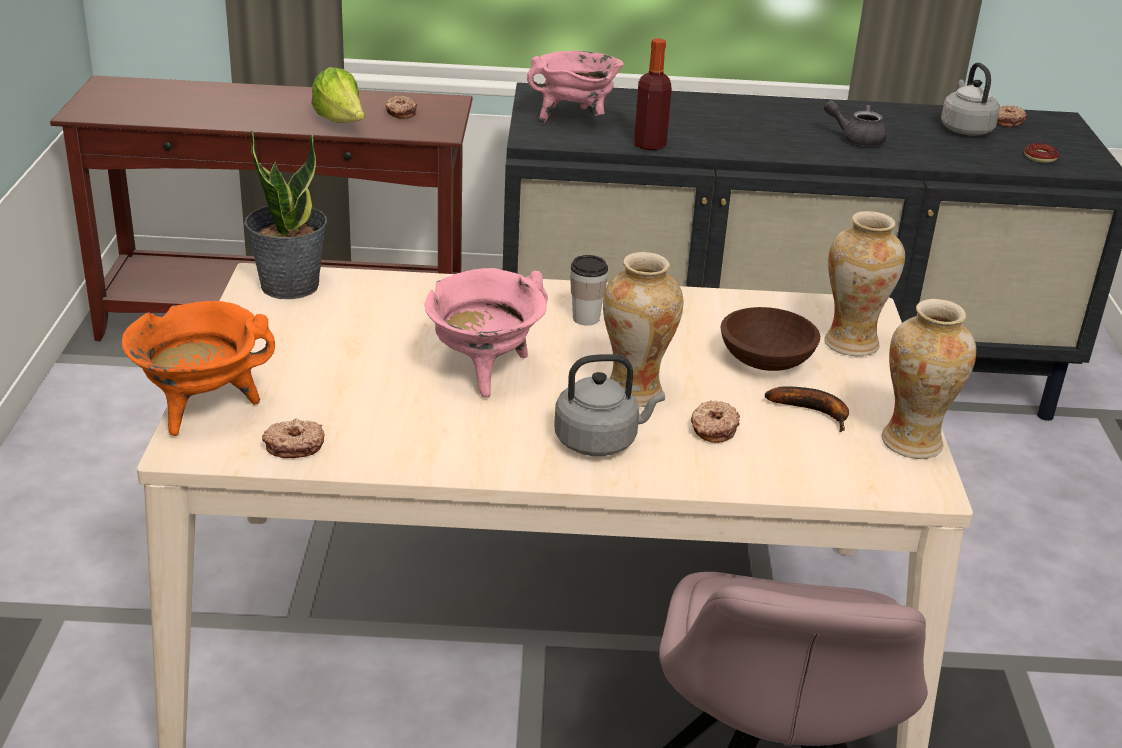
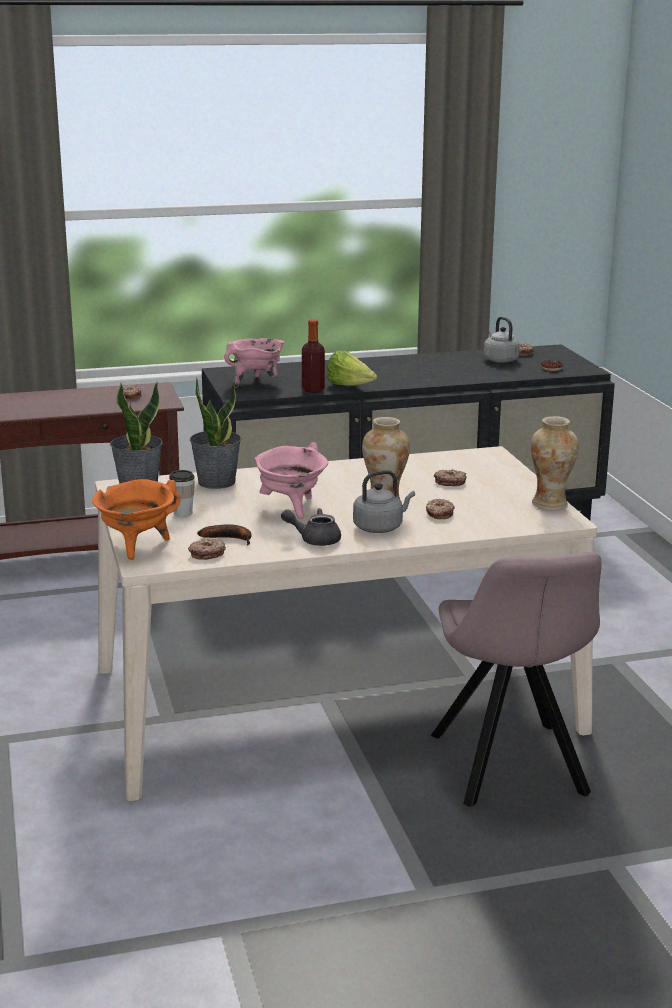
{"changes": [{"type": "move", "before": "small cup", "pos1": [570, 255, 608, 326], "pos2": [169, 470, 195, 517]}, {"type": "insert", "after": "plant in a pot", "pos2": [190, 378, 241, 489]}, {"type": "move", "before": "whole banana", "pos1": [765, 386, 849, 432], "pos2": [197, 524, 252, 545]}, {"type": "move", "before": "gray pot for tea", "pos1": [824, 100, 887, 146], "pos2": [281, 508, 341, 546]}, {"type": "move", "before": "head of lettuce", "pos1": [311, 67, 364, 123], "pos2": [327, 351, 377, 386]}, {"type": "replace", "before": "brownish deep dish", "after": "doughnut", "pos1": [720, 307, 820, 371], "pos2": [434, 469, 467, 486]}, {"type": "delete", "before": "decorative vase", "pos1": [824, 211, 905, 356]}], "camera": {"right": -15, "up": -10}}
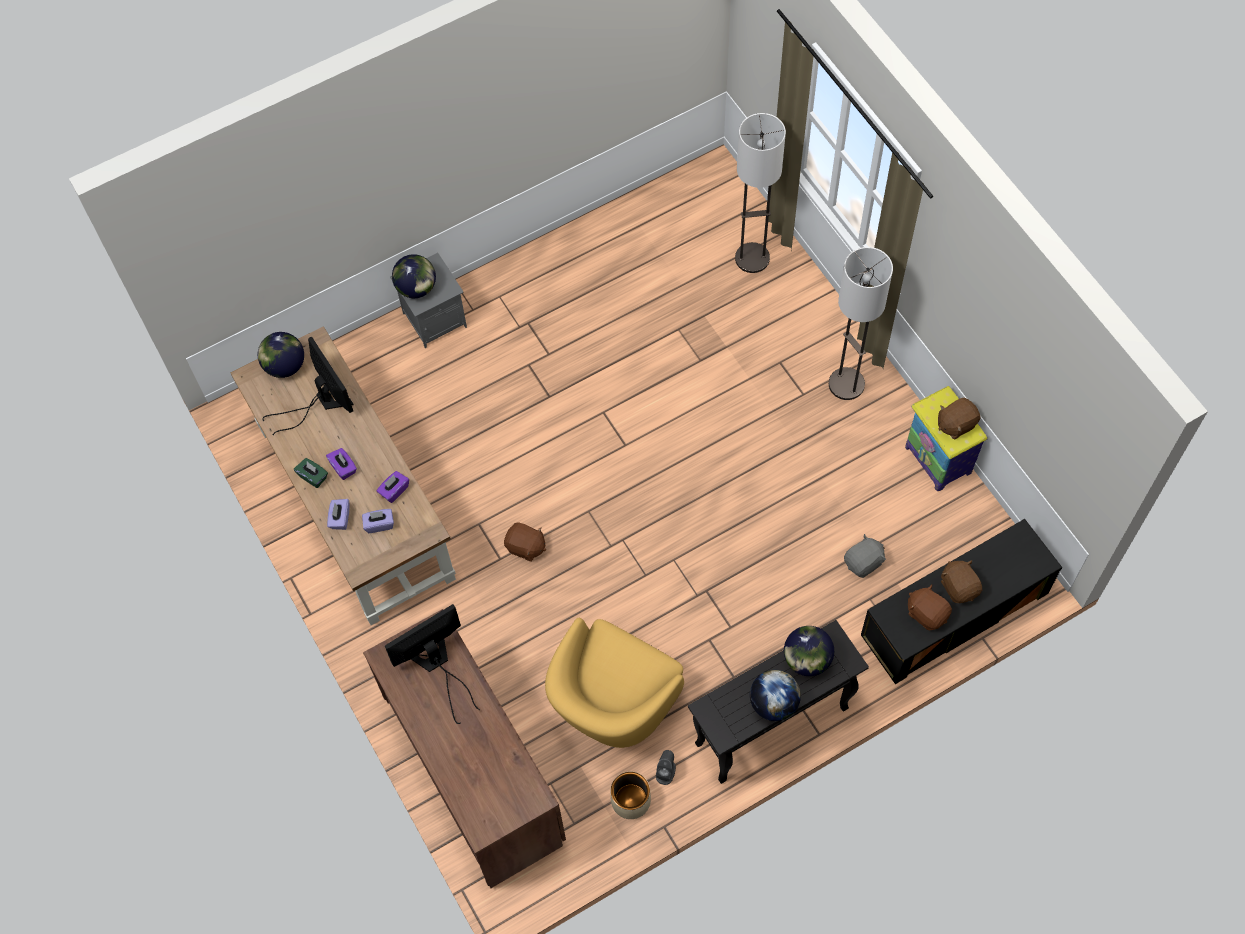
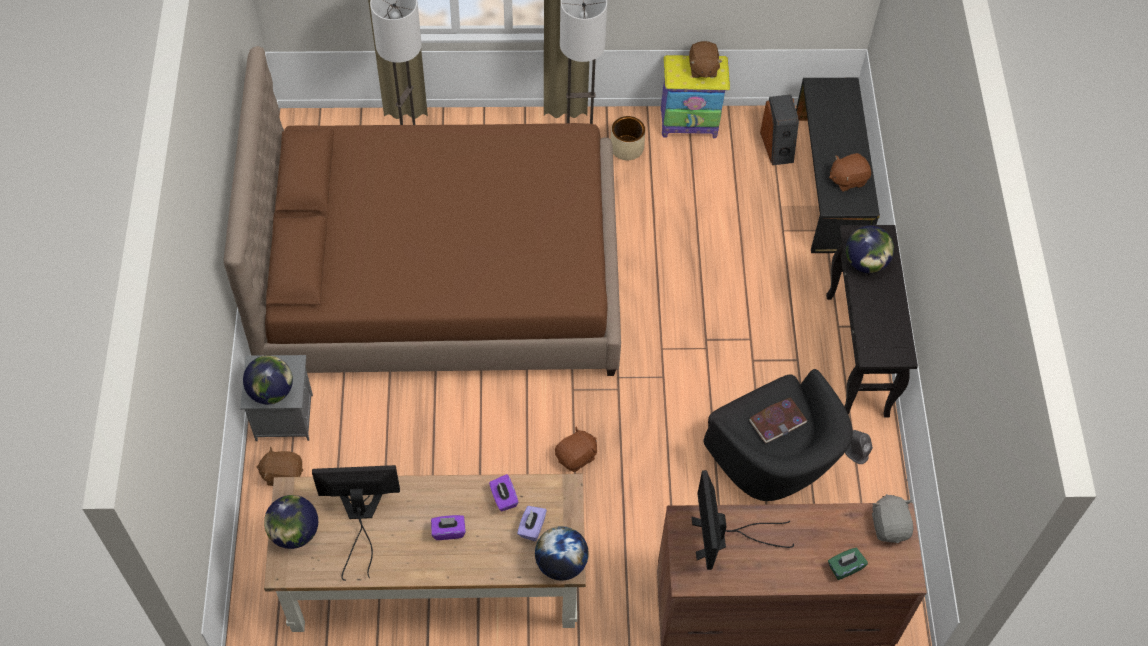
{"changes": [{"type": "insert", "after": "brownish bedroom bed", "pos2": [223, 46, 621, 376]}, {"type": "move", "before": "brownish soft toy", "pos1": [941, 560, 982, 603], "pos2": [257, 447, 303, 486]}, {"type": "move", "before": "desk globe", "pos1": [750, 670, 801, 721], "pos2": [535, 526, 589, 580]}, {"type": "move", "before": "sand-coloured planter", "pos1": [610, 772, 651, 819], "pos2": [611, 116, 645, 160]}, {"type": "recolor", "before": "yellow lounge chair", "after": "black lounge chair", "pos1": [545, 618, 684, 748], "pos2": [703, 369, 853, 501]}, {"type": "insert", "after": "book", "pos2": [749, 397, 807, 443]}, {"type": "insert", "after": "audio speaker", "pos2": [760, 94, 799, 165]}, {"type": "move", "before": "greenish box of tissues", "pos1": [294, 458, 328, 488], "pos2": [828, 548, 868, 580]}, {"type": "move", "before": "gray soft toy", "pos1": [844, 534, 886, 578], "pos2": [872, 494, 913, 543]}, {"type": "delete", "before": "purple-coloured box of tissues", "pos1": [327, 499, 350, 530]}], "camera": {"right": -65, "up": -5}}
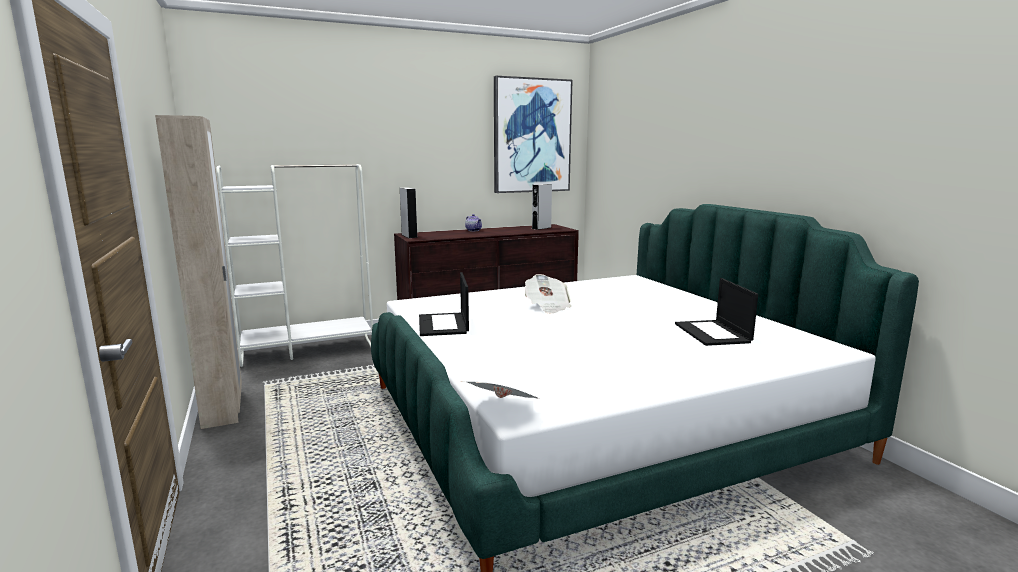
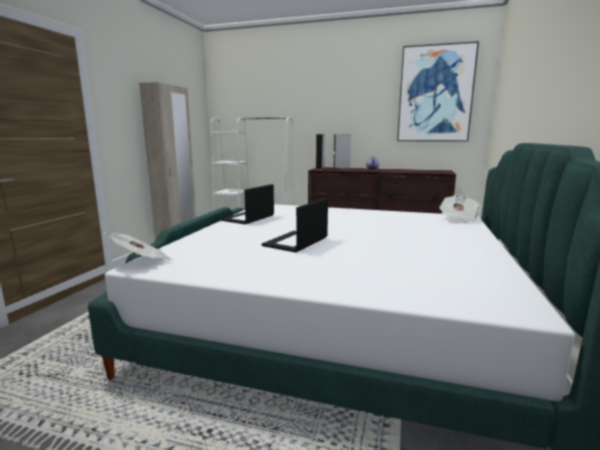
{"changes": [{"type": "move", "before": "portable computer", "pos1": [675, 278, 758, 346], "pos2": [261, 198, 328, 253]}, {"type": "move", "before": "gray audio speaker", "pos1": [532, 184, 552, 230], "pos2": [333, 134, 351, 169]}, {"type": "move", "before": "printed paper", "pos1": [525, 274, 571, 314], "pos2": [439, 194, 481, 224]}], "camera": {"right": 40, "up": 0}}
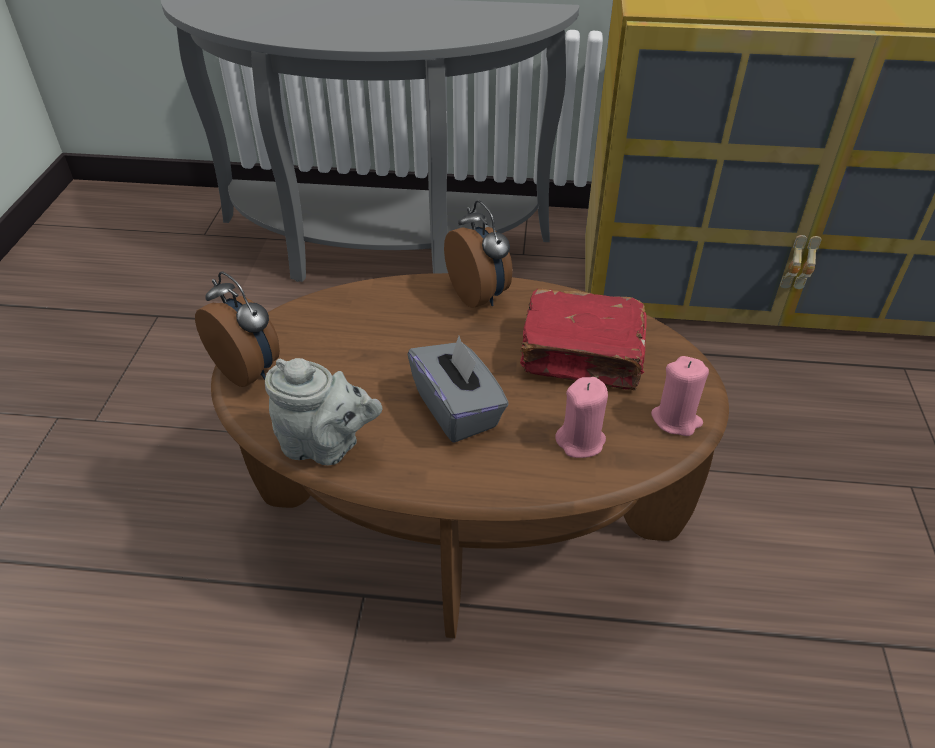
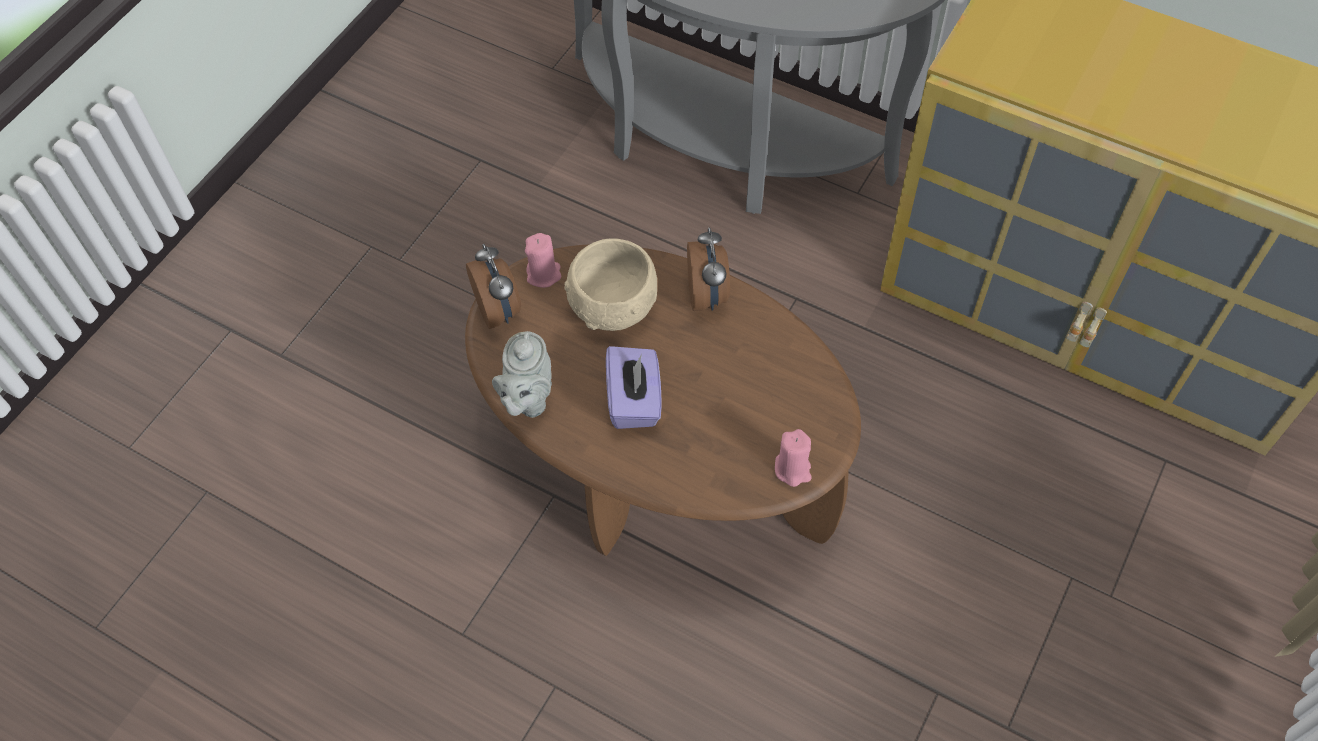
{"changes": [{"type": "rotate", "before": "gray pot for tea", "pos1": [265, 358, 382, 466], "pos2": [492, 331, 552, 418], "turn": 60}, {"type": "move", "before": "pink-coloured candle", "pos1": [555, 377, 608, 458], "pos2": [525, 233, 561, 288]}, {"type": "insert", "after": "sand-coloured deep dish", "pos2": [564, 239, 657, 331]}, {"type": "recolor", "before": "gray box of tissues", "after": "purple-coloured box of tissues", "pos1": [408, 336, 509, 443], "pos2": [606, 346, 662, 429]}, {"type": "delete", "before": "red-coloured book", "pos1": [520, 288, 647, 390]}], "camera": {"right": 25, "up": 15}}
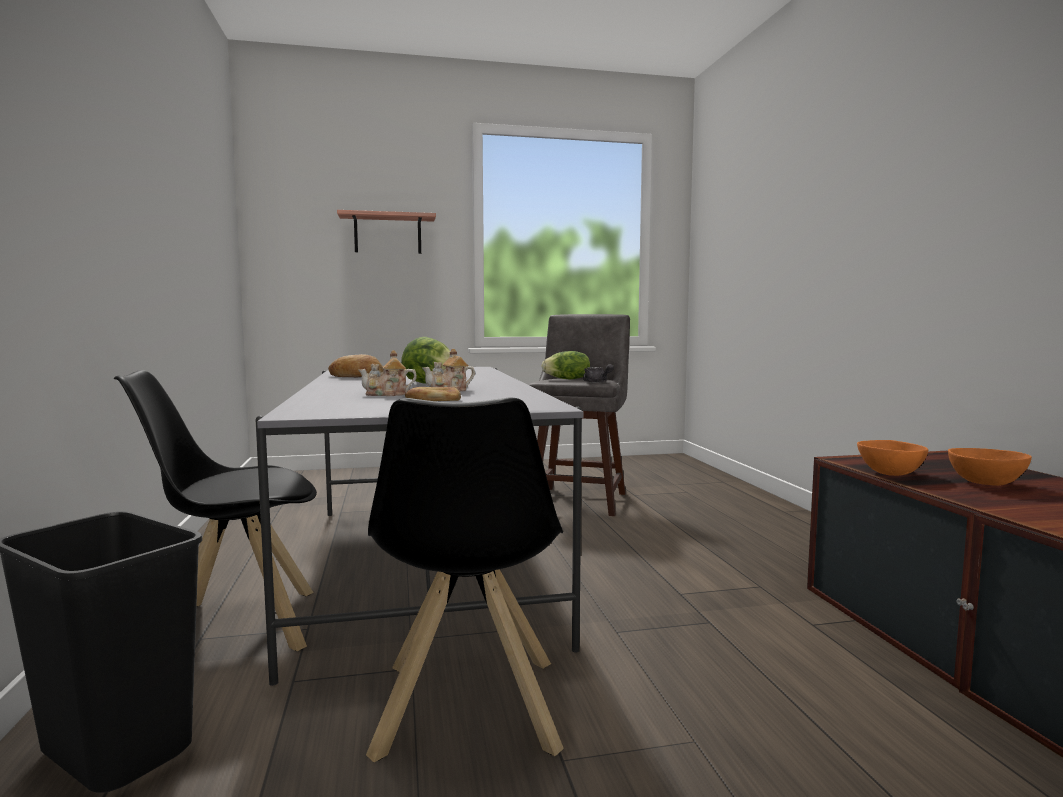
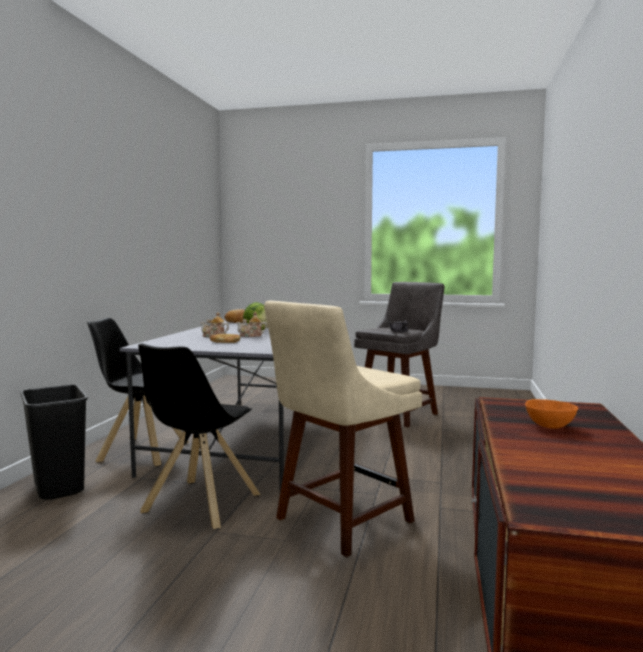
{"changes": [{"type": "insert", "after": "sand-coloured sitting stool", "pos2": [264, 301, 422, 557]}, {"type": "delete", "before": "wall shelf", "pos1": [337, 210, 436, 254]}, {"type": "delete", "before": "head of lettuce", "pos1": [542, 351, 590, 379]}, {"type": "delete", "before": "orange-coloured deep dish", "pos1": [857, 440, 928, 476]}], "camera": {"right": 25, "up": 0}}
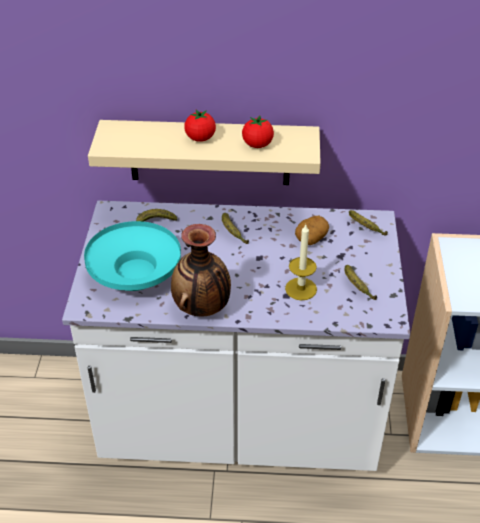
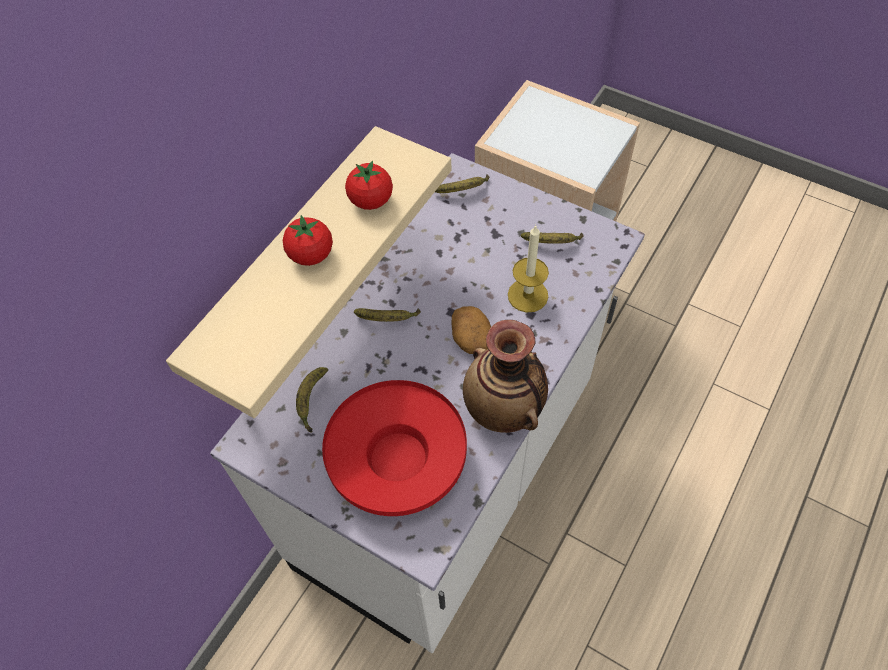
{"changes": [{"type": "recolor", "before": "blue-green deep dish", "after": "red-coloured deep dish", "pos1": [84, 221, 181, 291], "pos2": [322, 380, 467, 516]}, {"type": "move", "before": "whole potato", "pos1": [295, 216, 329, 245], "pos2": [452, 306, 491, 354]}], "camera": {"right": -60, "up": 15}}
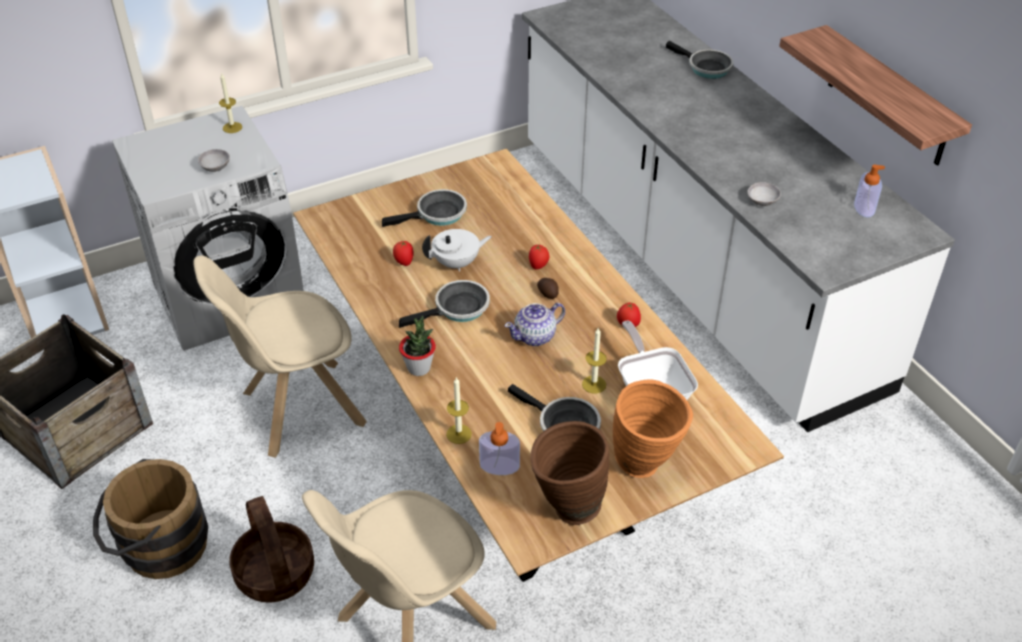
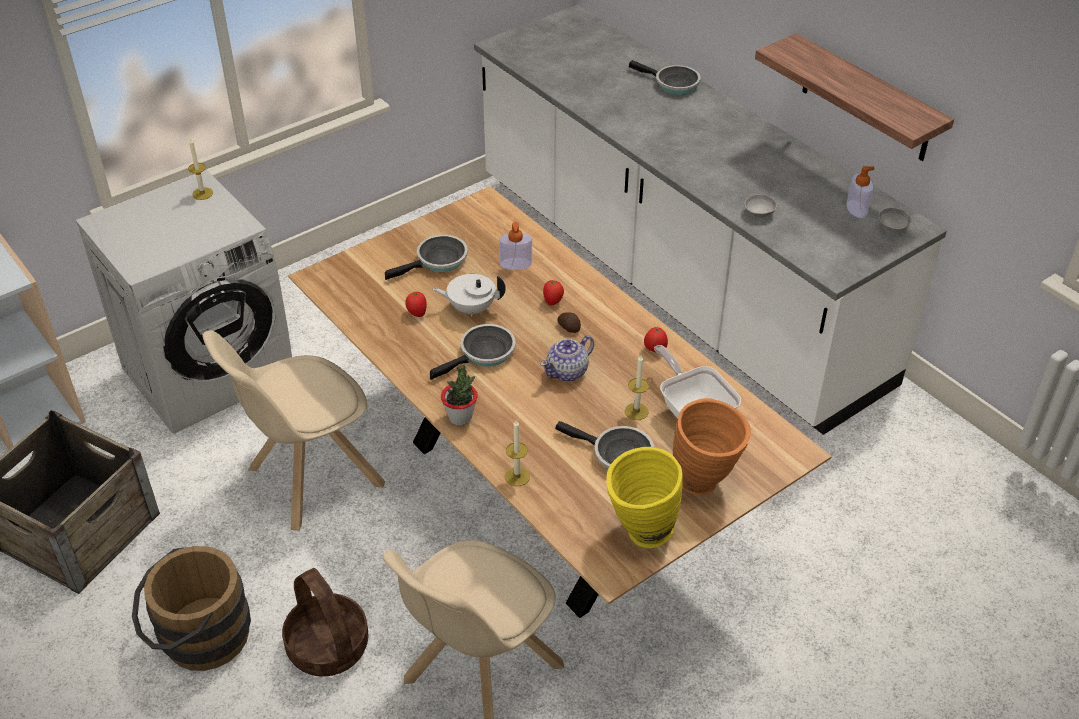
{"changes": [{"type": "rotate", "before": "white pot for tea", "pos1": [422, 229, 492, 272], "pos2": [433, 274, 506, 317], "turn": -150}, {"type": "move", "before": "soap dispenser", "pos1": [479, 422, 520, 475], "pos2": [499, 222, 532, 270]}, {"type": "recolor", "before": "brownish decorative vase", "after": "yellow decorative vase", "pos1": [530, 421, 609, 525], "pos2": [606, 447, 683, 548]}, {"type": "move", "before": "gray deep dish", "pos1": [198, 149, 230, 172], "pos2": [878, 208, 912, 232]}], "camera": {"right": -10, "up": 0}}
